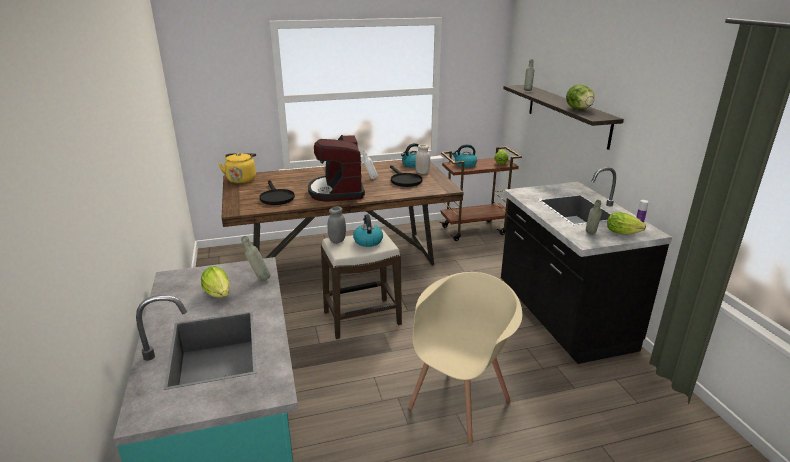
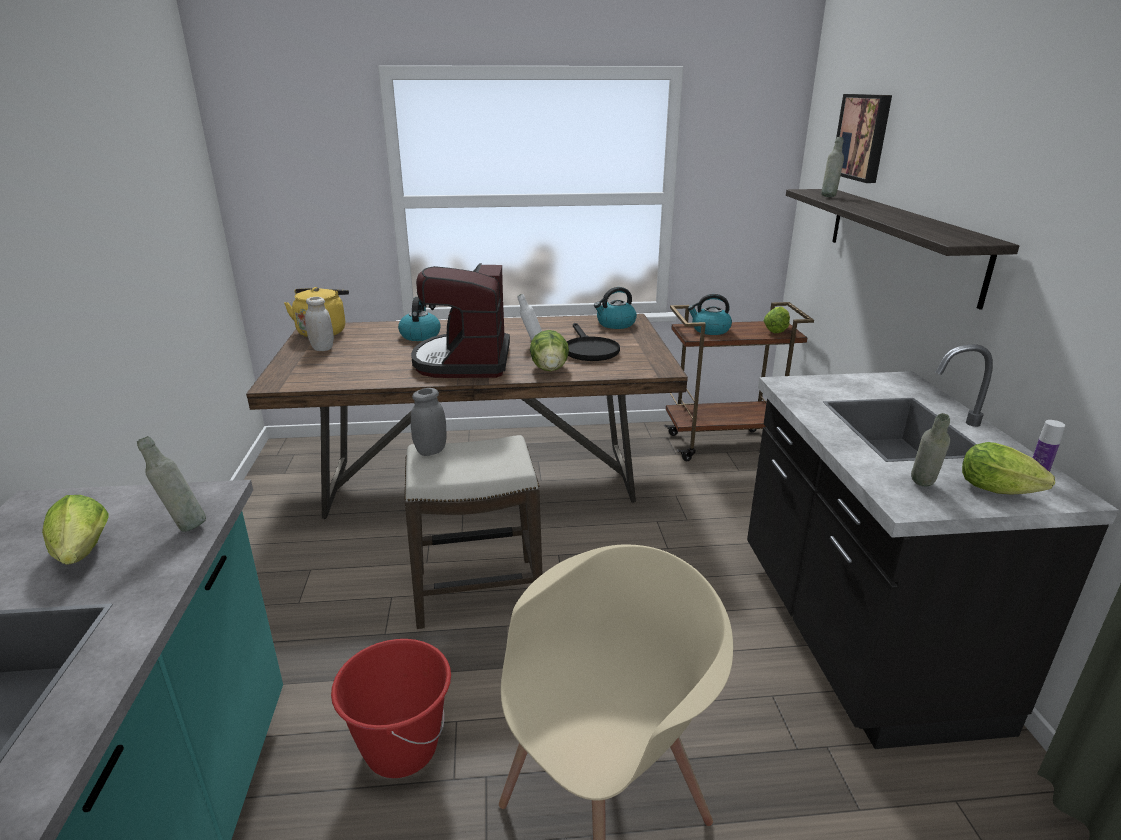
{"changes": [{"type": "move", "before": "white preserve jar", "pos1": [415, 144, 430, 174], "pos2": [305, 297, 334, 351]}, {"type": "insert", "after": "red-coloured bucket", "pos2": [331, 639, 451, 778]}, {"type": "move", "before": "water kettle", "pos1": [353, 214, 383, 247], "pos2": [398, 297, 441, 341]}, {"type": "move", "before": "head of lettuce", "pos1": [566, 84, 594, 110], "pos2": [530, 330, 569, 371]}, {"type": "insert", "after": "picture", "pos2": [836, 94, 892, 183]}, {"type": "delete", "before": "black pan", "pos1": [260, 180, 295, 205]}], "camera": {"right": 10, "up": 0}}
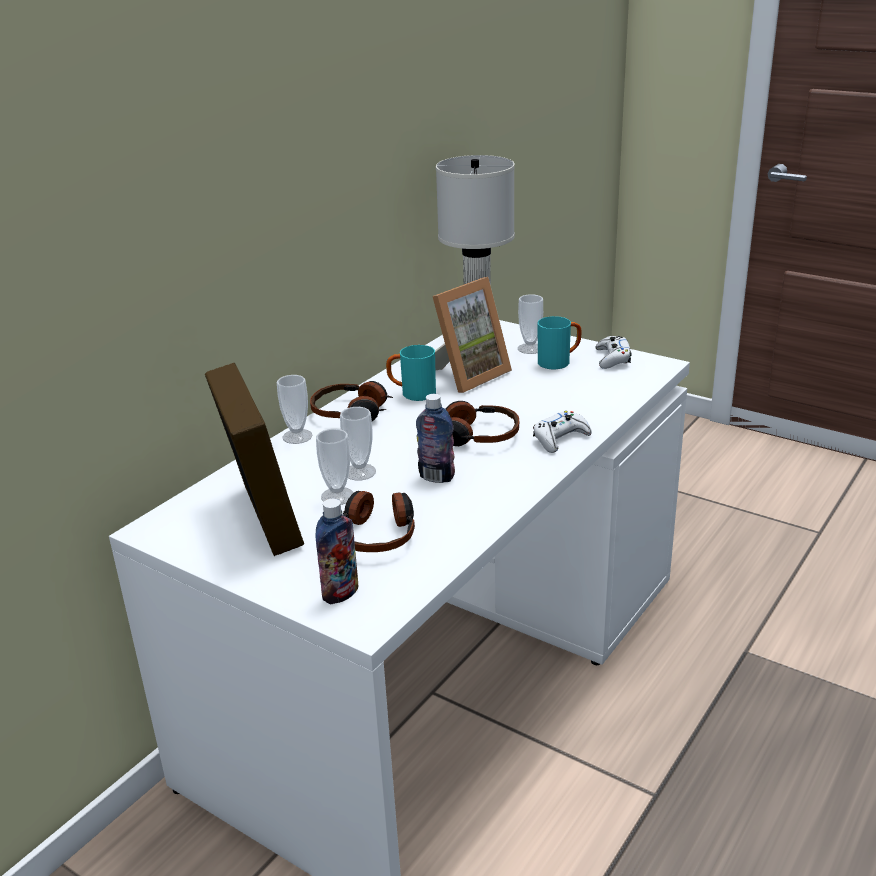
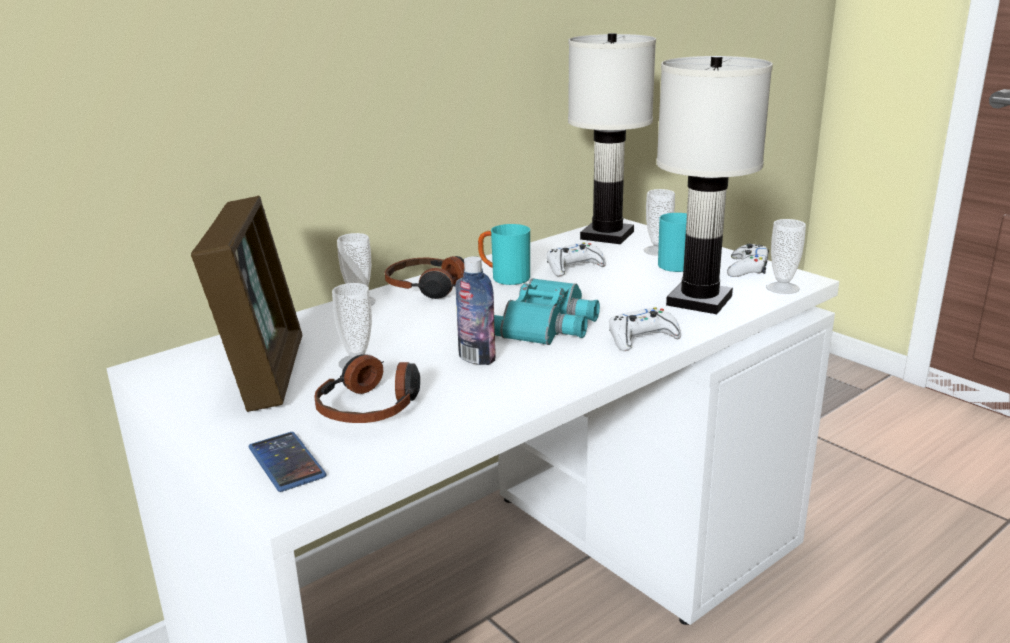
{"changes": [{"type": "replace", "before": "drink bottle", "after": "telephone", "pos1": [316, 499, 358, 605], "pos2": [248, 432, 327, 492]}, {"type": "replace", "before": "headset", "after": "blue-green binoculars", "pos1": [446, 401, 519, 446], "pos2": [494, 278, 600, 345]}, {"type": "replace", "before": "picture frame", "after": "white game controller", "pos1": [432, 277, 512, 393], "pos2": [547, 242, 606, 277]}, {"type": "insert", "after": "white lamp for a table", "pos2": [656, 56, 773, 314]}, {"type": "move", "before": "small cup", "pos1": [340, 407, 376, 480], "pos2": [766, 219, 806, 294]}], "camera": {"right": 15, "up": -5}}
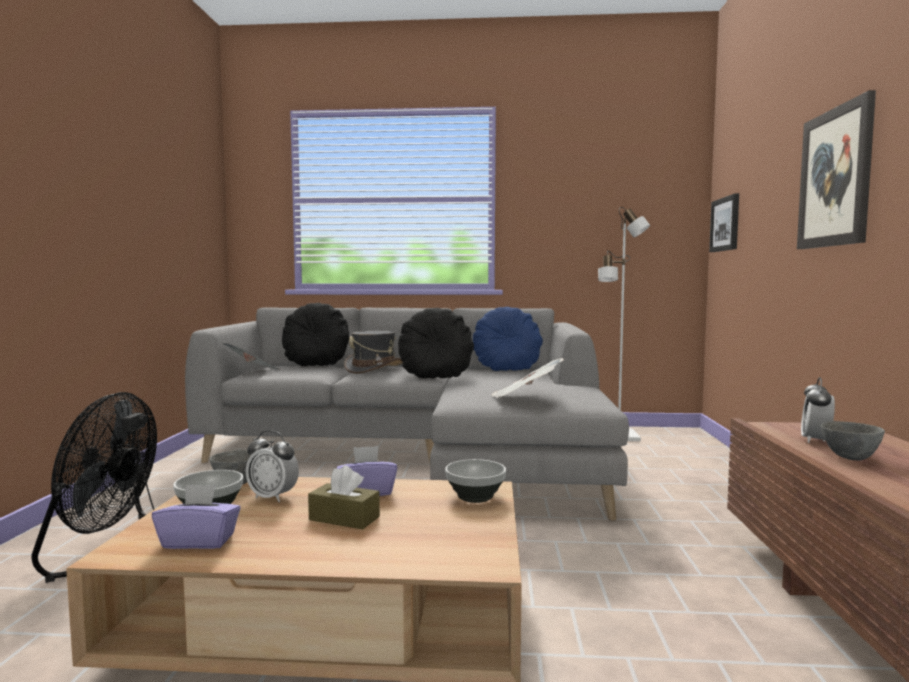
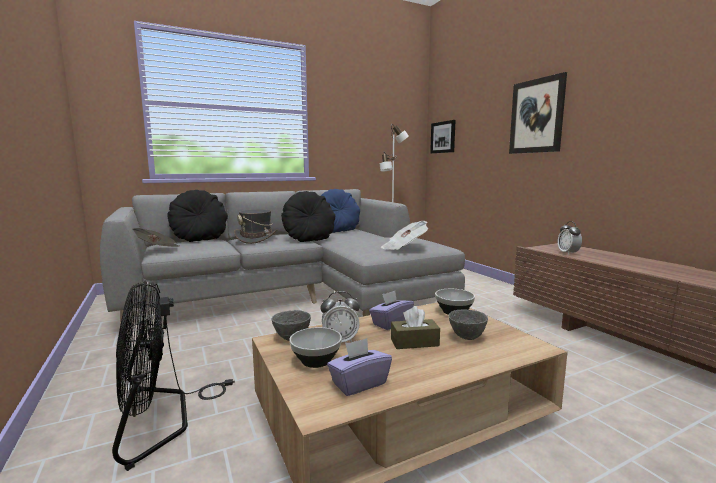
{"changes": [{"type": "move", "before": "gray deep dish", "pos1": [821, 421, 885, 461], "pos2": [449, 309, 488, 340]}], "camera": {"right": -30, "up": 5}}
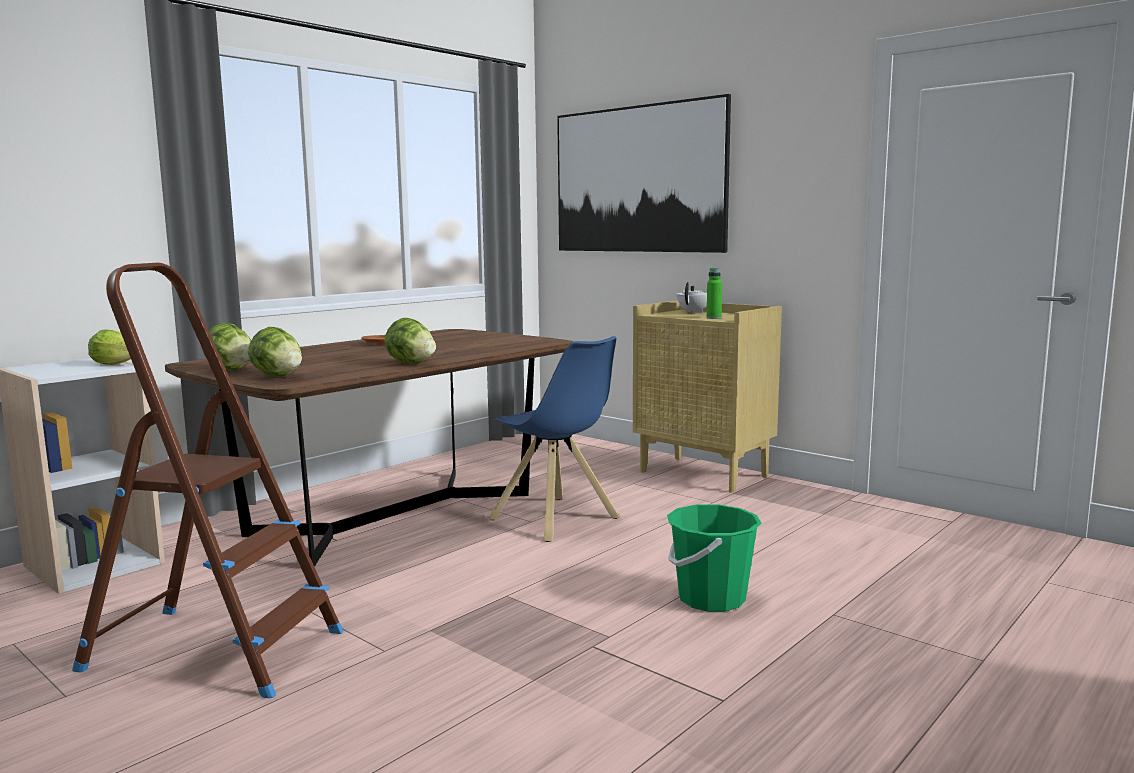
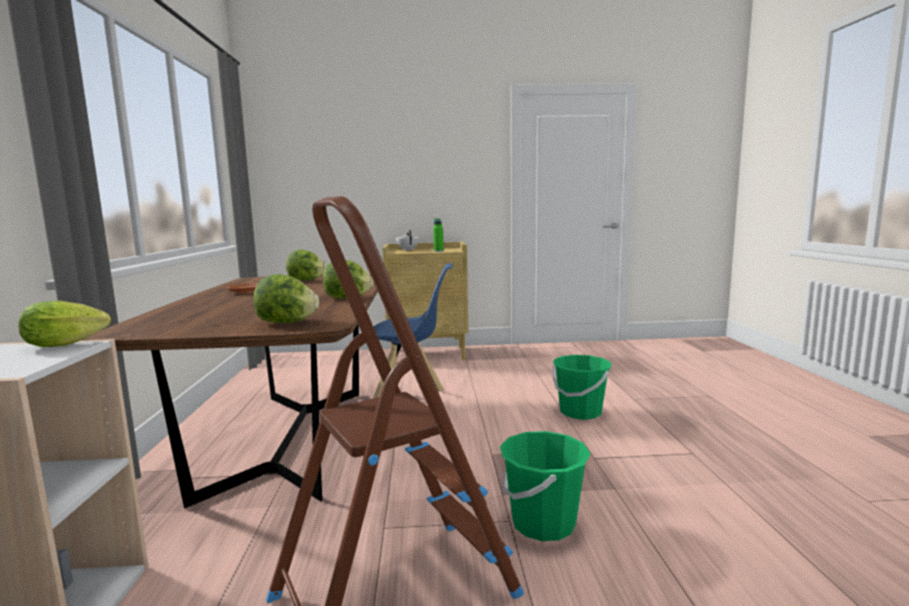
{"changes": [{"type": "move", "before": "head of lettuce", "pos1": [202, 323, 251, 370], "pos2": [286, 250, 326, 280]}, {"type": "insert", "after": "greenish bucket", "pos2": [500, 431, 590, 541]}, {"type": "delete", "before": "picture", "pos1": [557, 94, 731, 253]}], "camera": {"right": -45, "up": 0}}
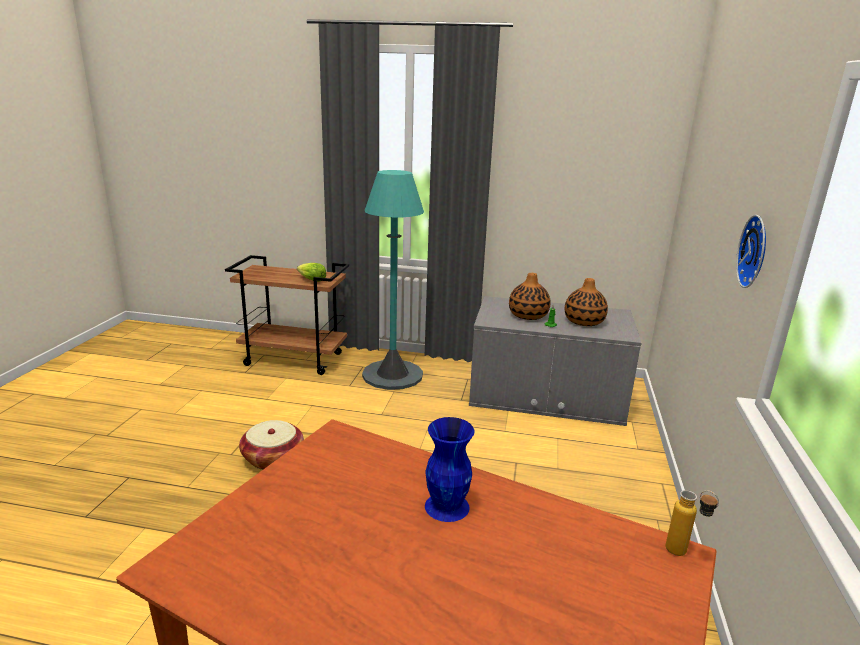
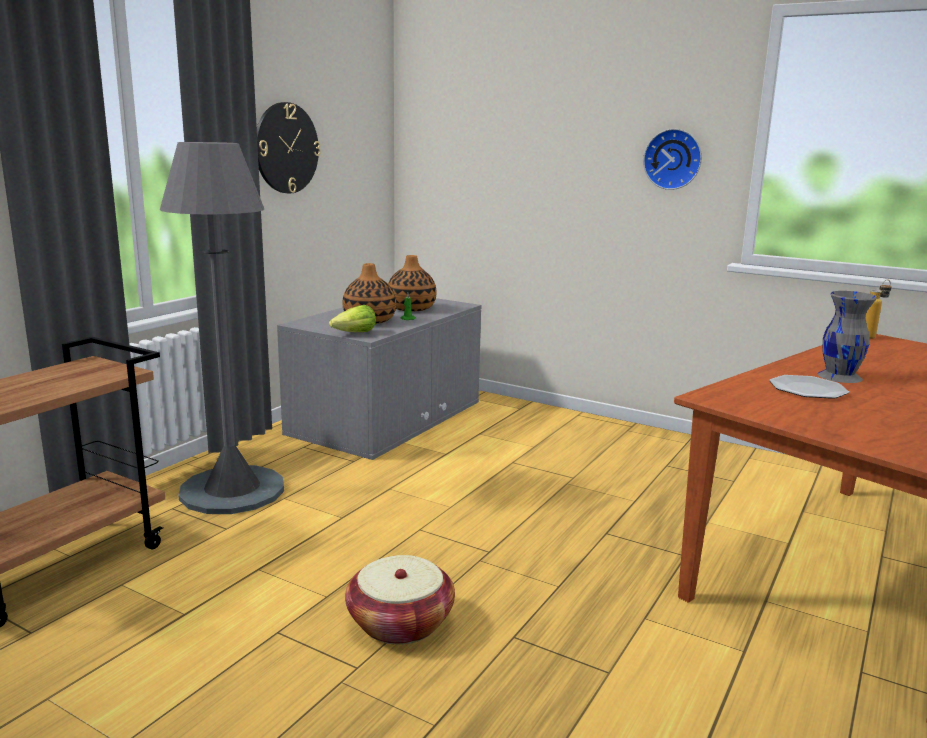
{"changes": [{"type": "recolor", "before": "blue-green standard lamp", "after": "gray standard lamp", "pos1": [362, 170, 424, 390], "pos2": [160, 142, 284, 514]}, {"type": "insert", "after": "wall clock", "pos2": [257, 102, 321, 193]}, {"type": "move", "before": "head of lettuce", "pos1": [297, 263, 326, 282], "pos2": [329, 305, 376, 332]}, {"type": "insert", "after": "dinner plate", "pos2": [769, 375, 849, 399]}, {"type": "recolor", "before": "blue decorative vase", "after": "gray decorative vase", "pos1": [425, 417, 475, 522], "pos2": [818, 291, 877, 383]}], "camera": {"right": -70, "up": -5}}
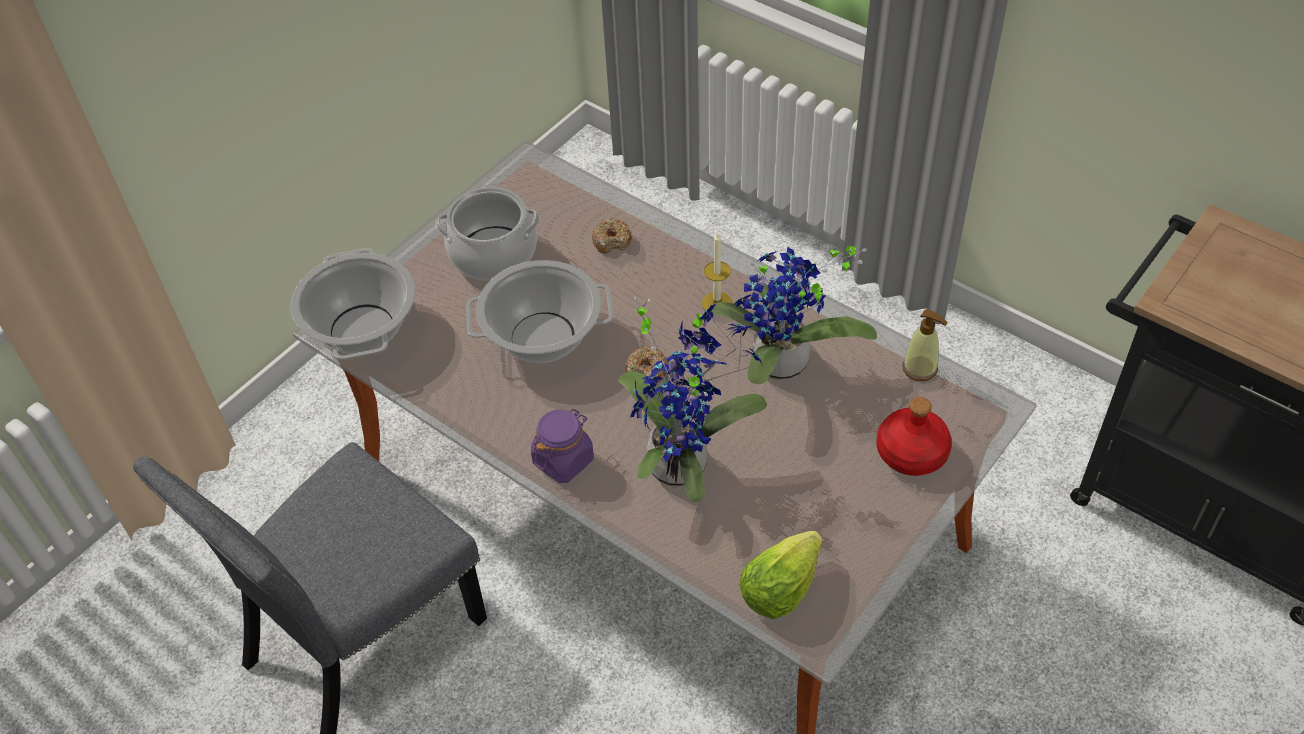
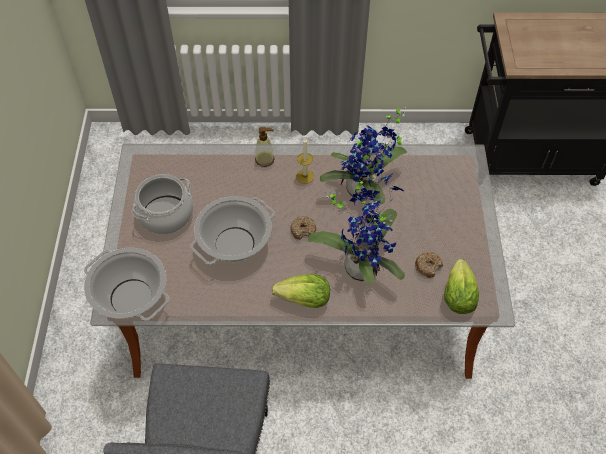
{"changes": [{"type": "move", "before": "soap dispenser", "pos1": [902, 309, 948, 381], "pos2": [255, 127, 274, 167]}, {"type": "replace", "before": "purple-coloured preserve jar", "after": "head of lettuce", "pos1": [531, 409, 594, 483], "pos2": [272, 274, 330, 308]}, {"type": "move", "before": "doughnut", "pos1": [592, 219, 632, 254], "pos2": [415, 252, 443, 278]}, {"type": "delete", "before": "red-coloured drink bottle", "pos1": [877, 397, 952, 476]}], "camera": {"right": -40, "up": 5}}
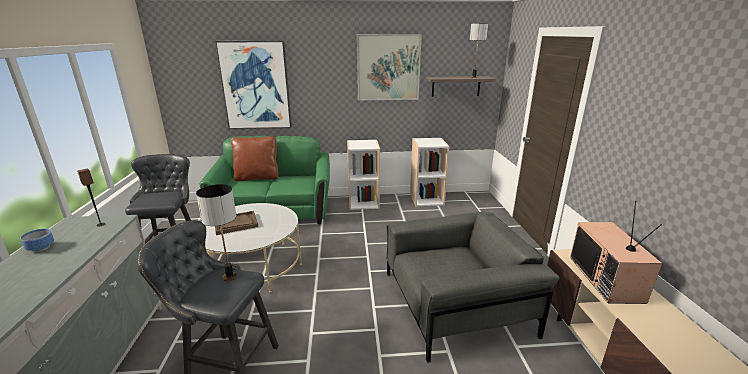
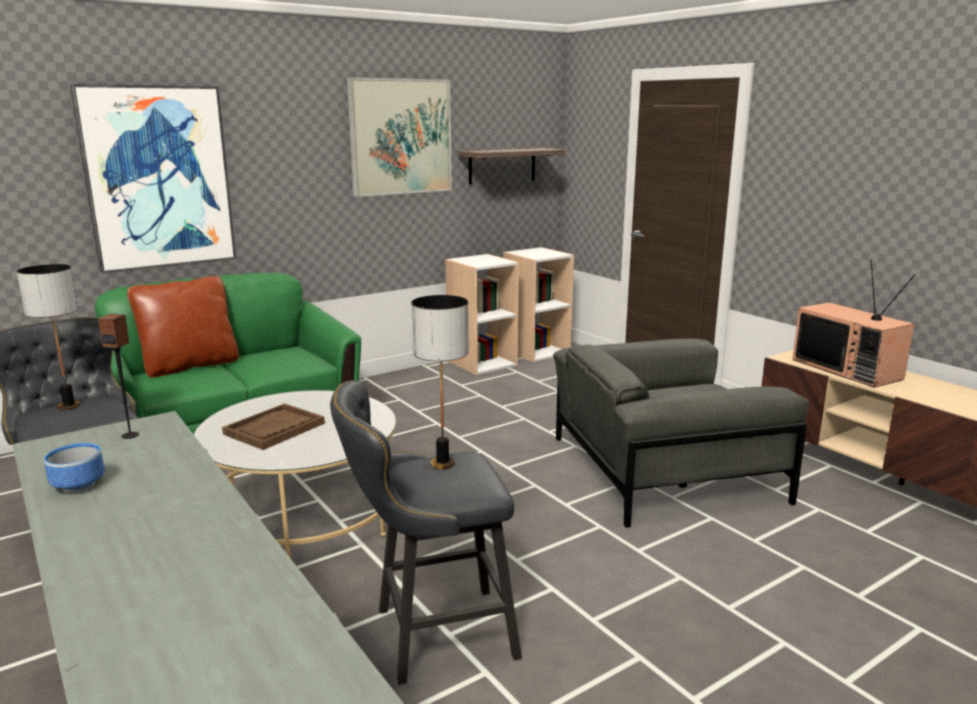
{"changes": [{"type": "move", "before": "lamp for a table", "pos1": [470, 23, 488, 78], "pos2": [17, 264, 80, 410]}, {"type": "move", "before": "shelving unit", "pos1": [347, 140, 380, 210], "pos2": [503, 247, 574, 362]}, {"type": "rotate", "before": "gray lounge chair", "pos1": [386, 212, 559, 363], "pos2": [553, 339, 809, 528], "turn": -150}], "camera": {"right": -30, "up": -5}}
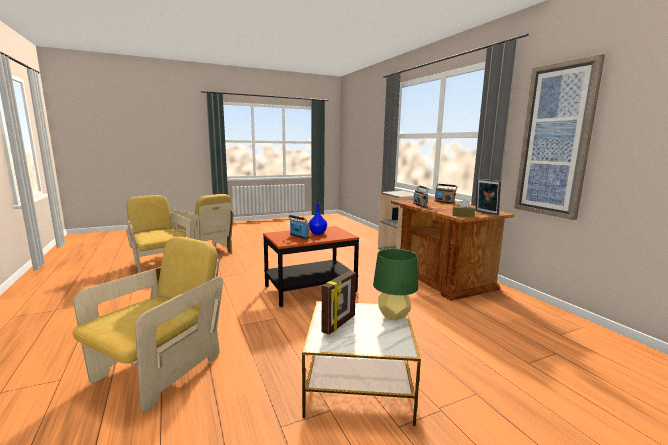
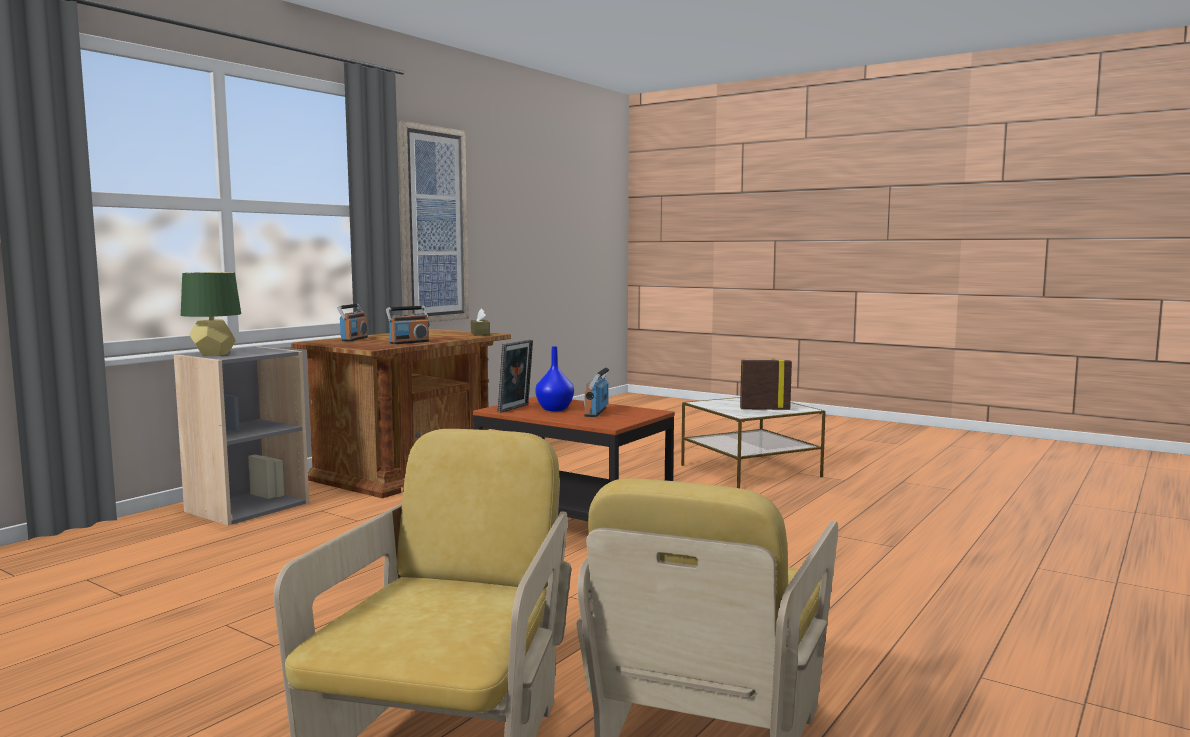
{"changes": [{"type": "move", "before": "greenish lamp for a table", "pos1": [373, 248, 418, 320], "pos2": [181, 272, 241, 356]}, {"type": "move", "before": "picture frame", "pos1": [475, 179, 501, 215], "pos2": [497, 340, 533, 413]}, {"type": "delete", "before": "yellow lounge chair", "pos1": [72, 237, 223, 413]}], "camera": {"right": -120, "up": -5}}
